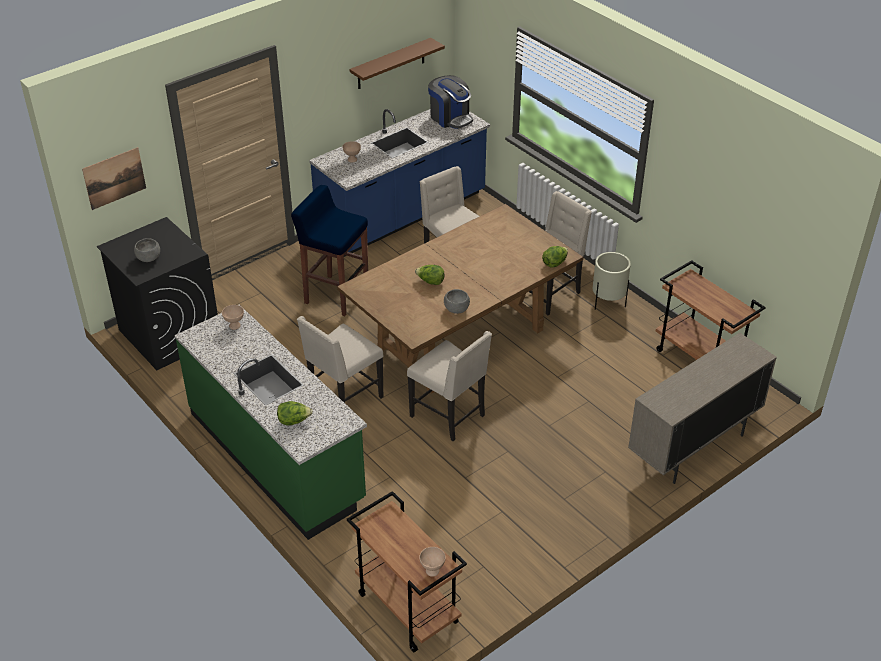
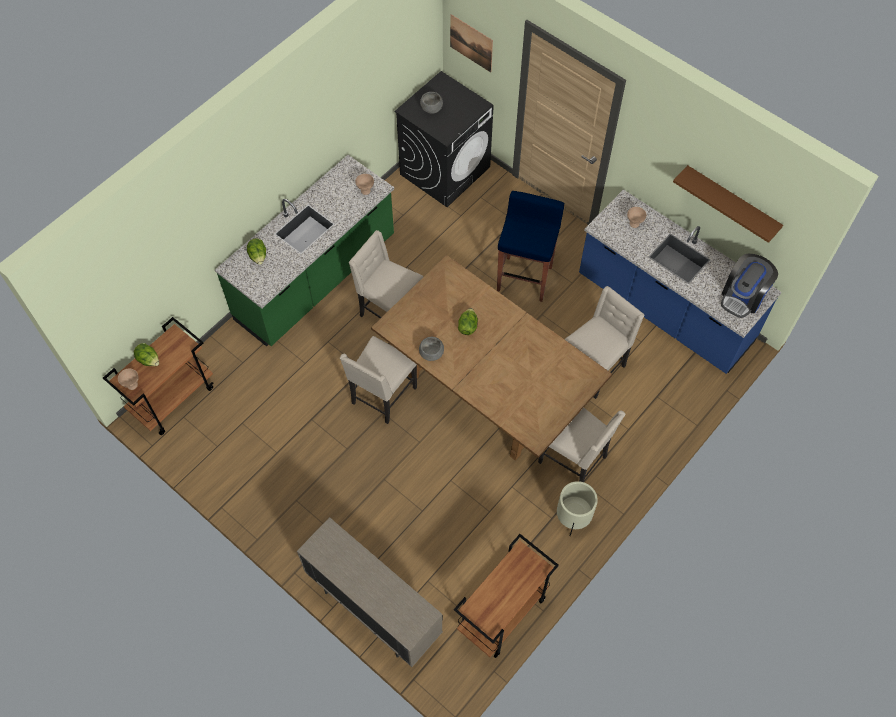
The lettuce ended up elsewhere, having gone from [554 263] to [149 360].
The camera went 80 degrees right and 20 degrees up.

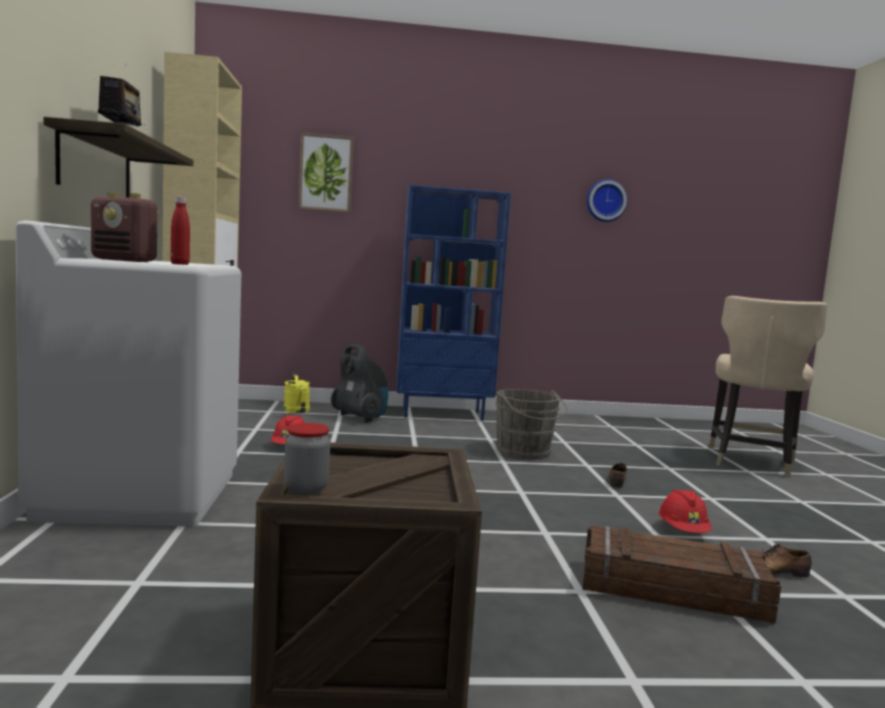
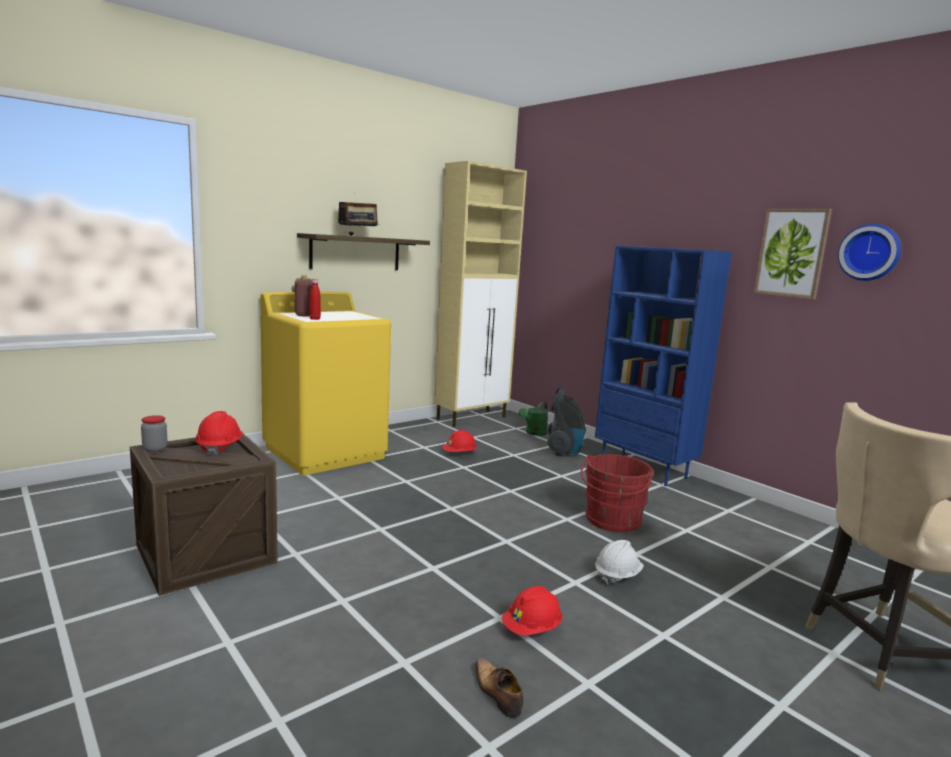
The second view lost the crate at [671 589].
The second view gained the red hard hat at [219 448].
The picture ended up elsewhere, having gone from [326 173] to [791 253].
Where the shoe stood at [617 481], the white hard hat came to stand at [617 575].
What was the white washing machine at [141 495] turned into the yellow washing machine at [325 452].
What was the yellow watering can at [297 411] turned into the green watering can at [534 433].
What was the grey bucket at [525 452] turned into the red bucket at [612 521].
The camera went 55 degrees right and 5 degrees up.

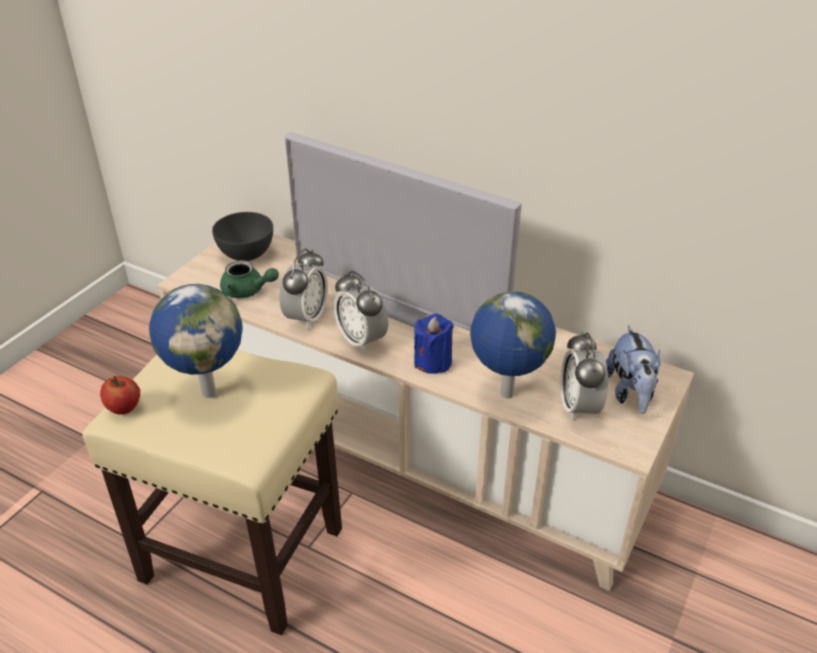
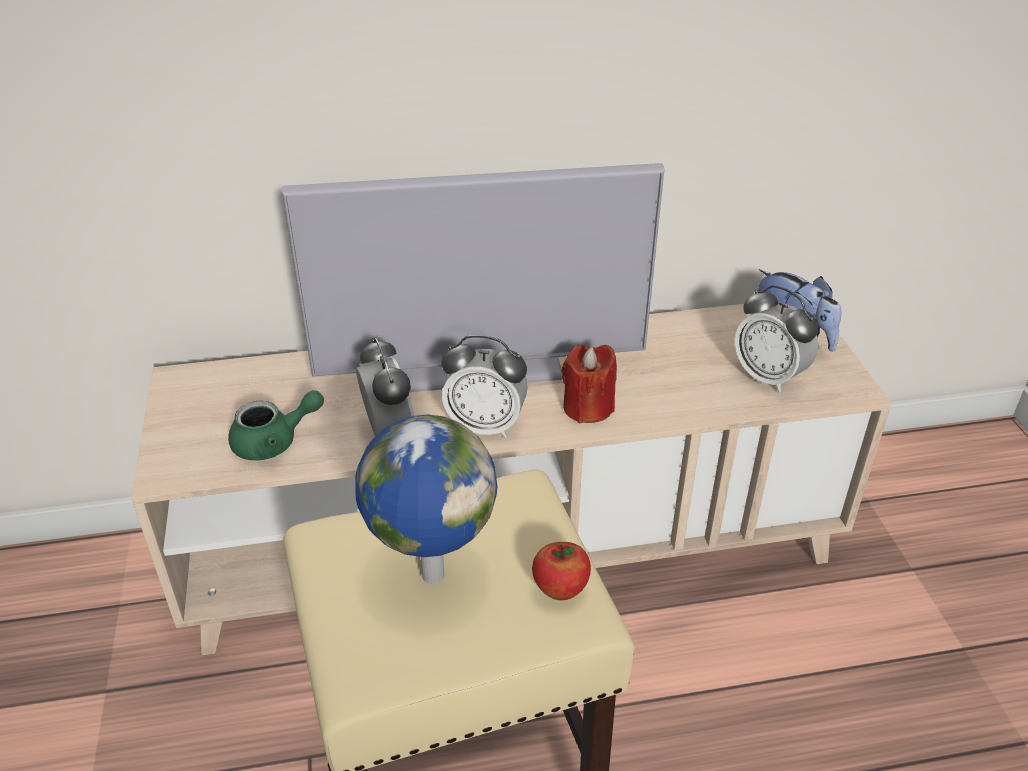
The second view lost the grey bowl at [246 254].
The second view lost the globe at [505 394].
The apple ended up elsewhere, having gone from [124 408] to [560 589].
What was the blue candle at [433 362] turned into the red candle at [588 407].
The camera went 40 degrees left and 0 degrees up.

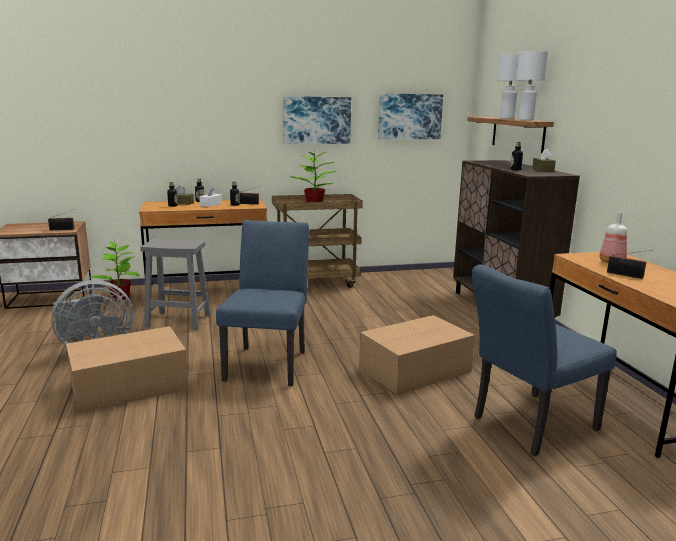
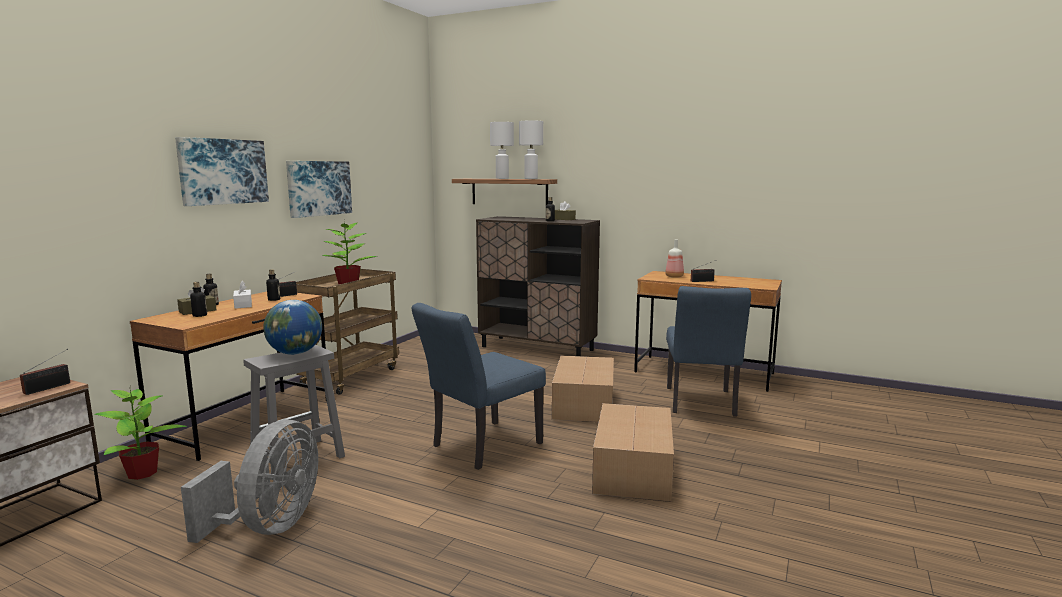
The second view gained the globe at [295 353].
The cardboard box ended up elsewhere, having gone from [131 385] to [634 468].
The picture ended up elsewhere, having gone from [409 116] to [223 171].
The blue chair at [268 362] ended up facing another way, 90 degrees counterclockwise from before.
The camera went 50 degrees left and 5 degrees down.

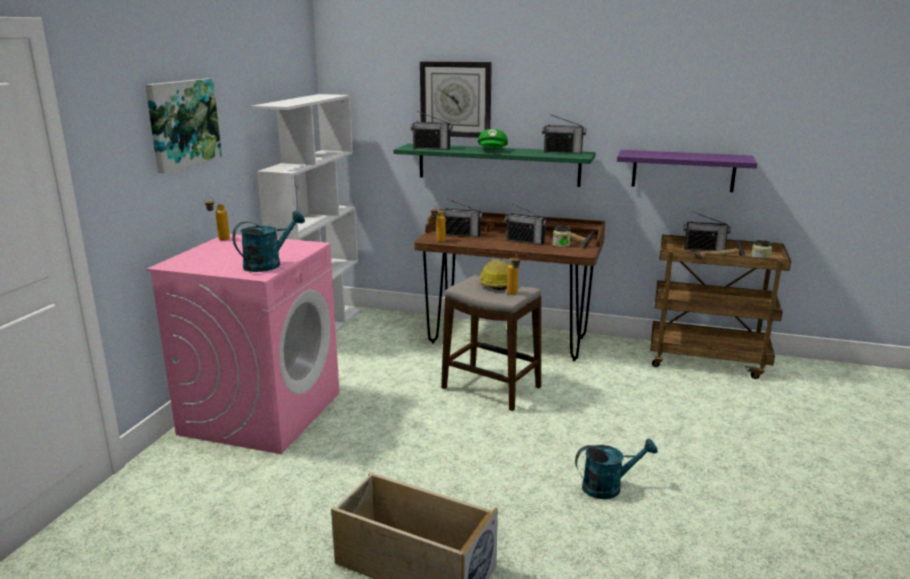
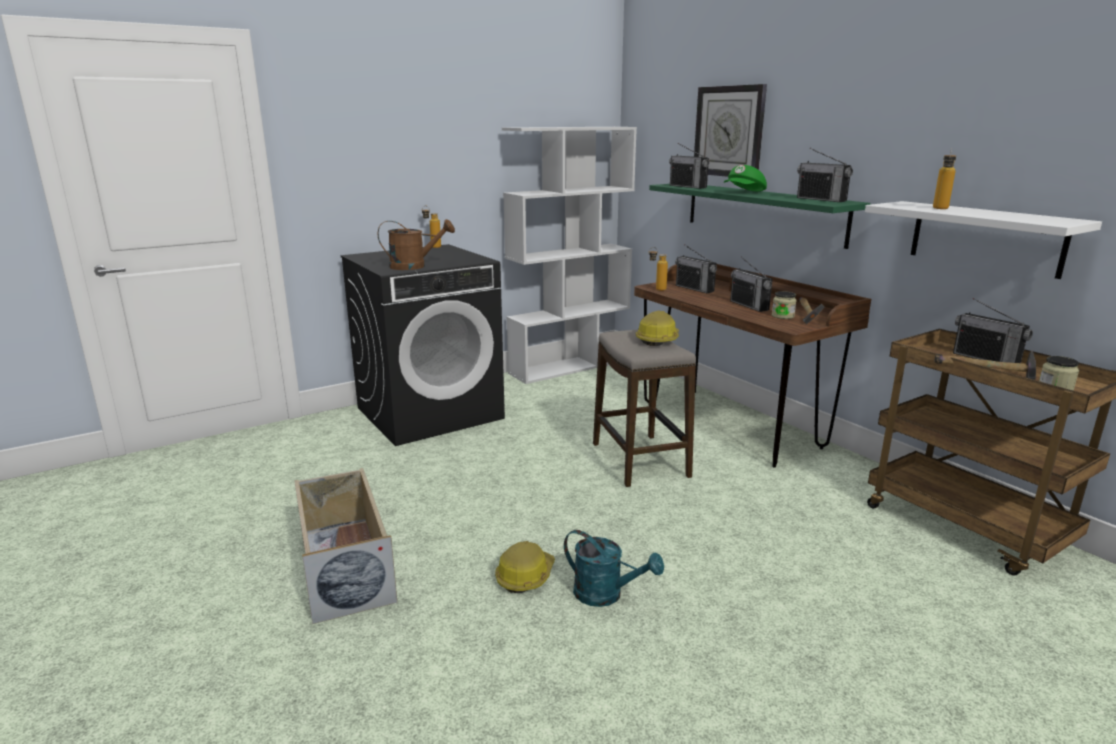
The second view lost the picture at [183 123].
The second view gained the hard hat at [525 576].
The bottle ended up elsewhere, having gone from [513 294] to [940 209].
What was the pink washing machine at [262 412] turned into the black washing machine at [430 413].
What was the turquoise watering can at [268 264] turned into the brown watering can at [414 266].
What was the purple shelf at [683 170] turned into the white shelf at [985 238].
The camera went 40 degrees right and 0 degrees up.

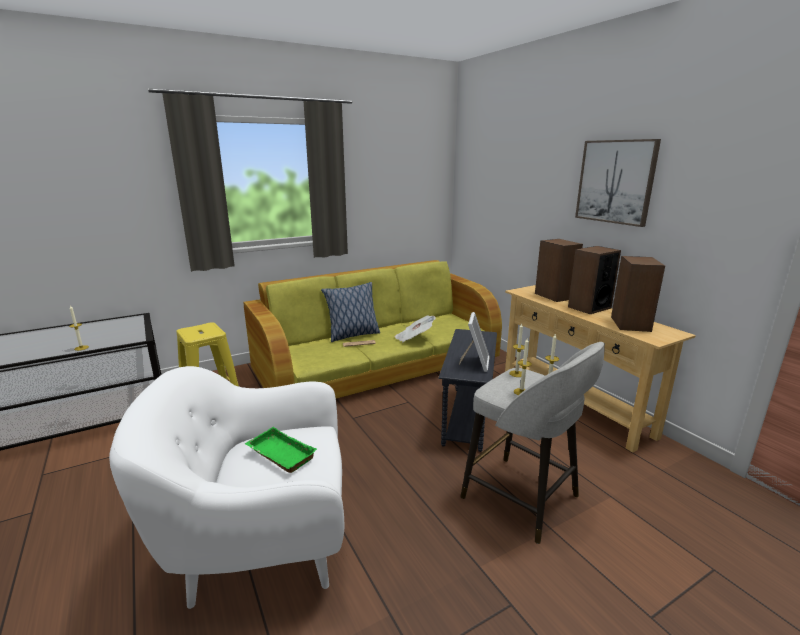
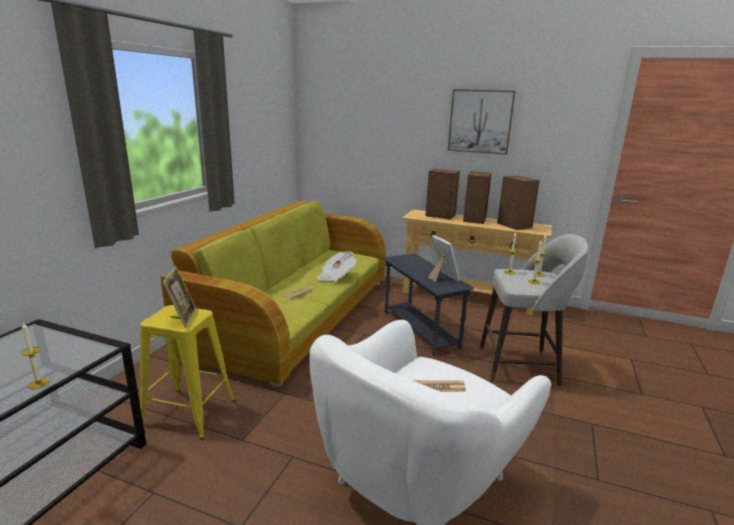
The second view lost the pillow at [352 335].
The second view gained the picture frame at [182 317].
Where the green tray stood at [279 455], the newspaper came to stand at [437 387].
The camera went 40 degrees left and 0 degrees up.

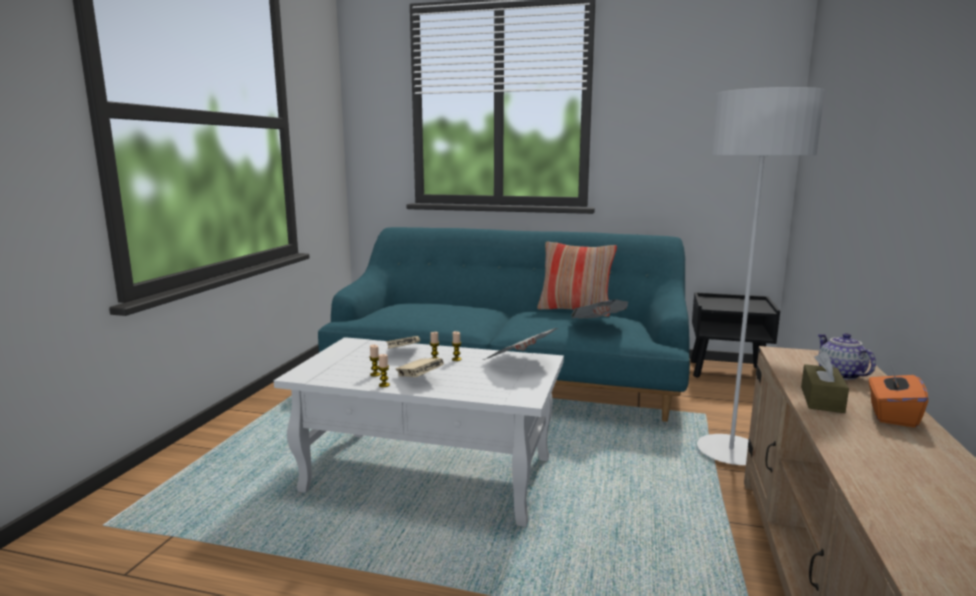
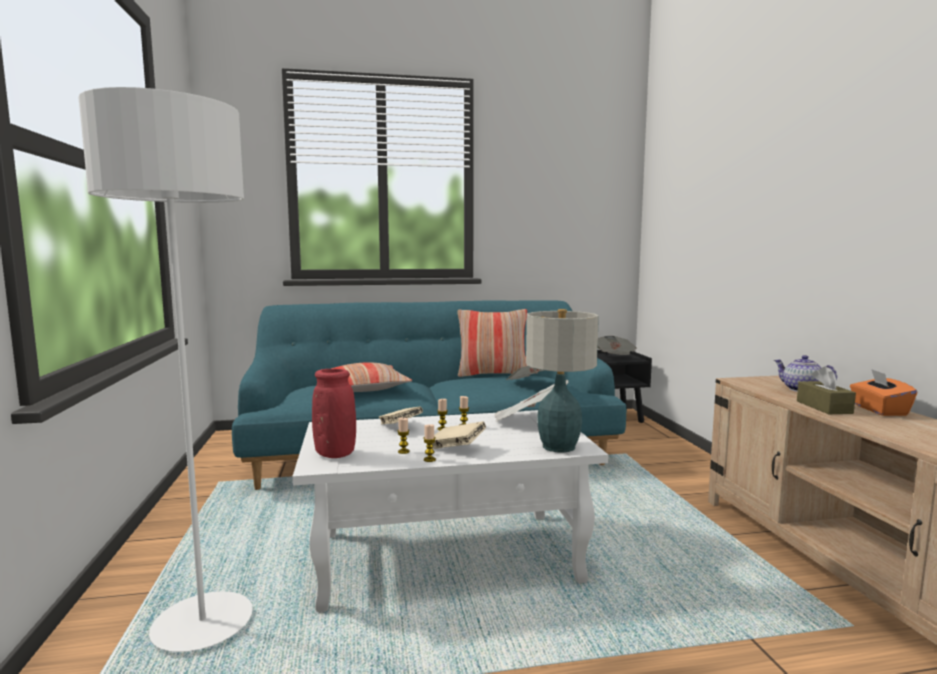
The second view gained the red vase at [335 454].
The second view gained the pillow at [363 388].
The second view gained the table lamp at [559 447].
The second view gained the newspaper at [614 358].
The white floor lamp ended up elsewhere, having gone from [730 452] to [203 625].
The camera went 25 degrees left and 5 degrees down.

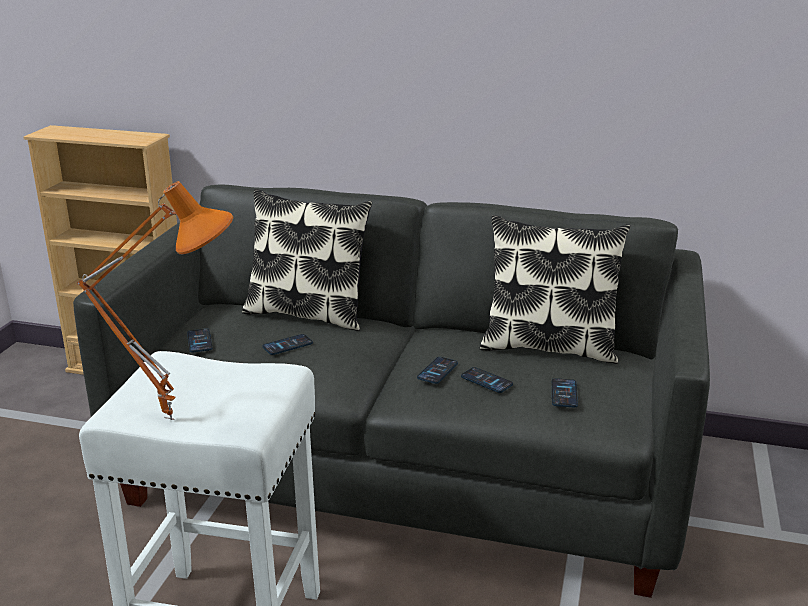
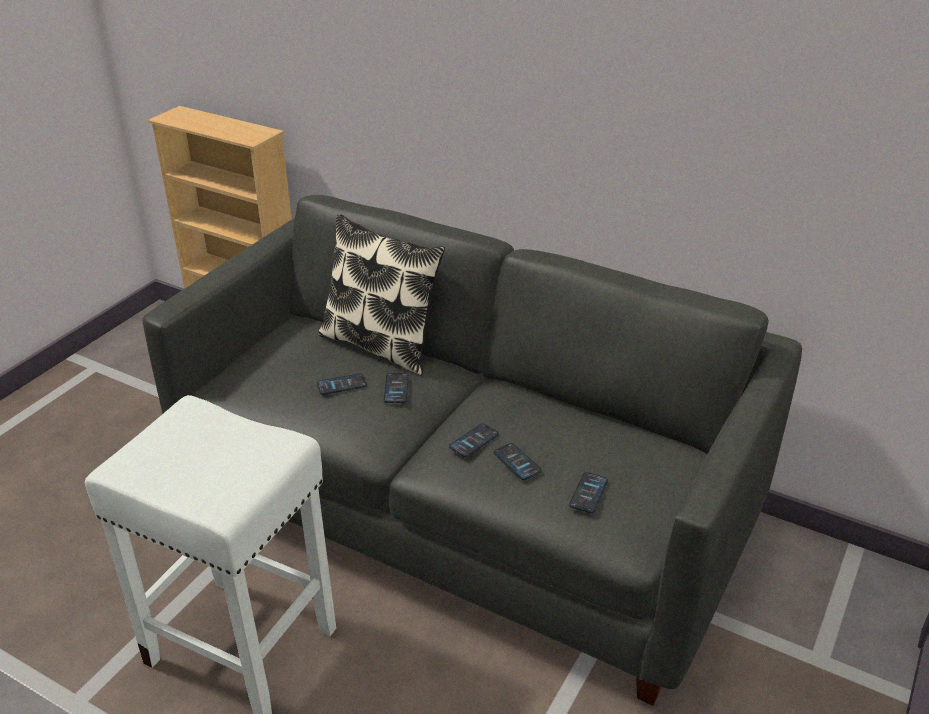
The second view lost the orange table lamp at [172 416].
The second view lost the pillow at [549 346].
The phone ended up elsewhere, having gone from [199 341] to [396 389].
The camera went 15 degrees right and 10 degrees up.

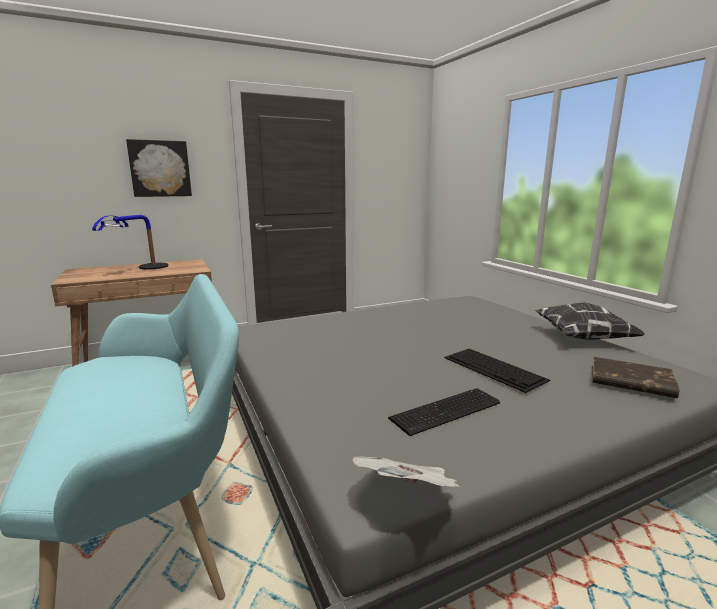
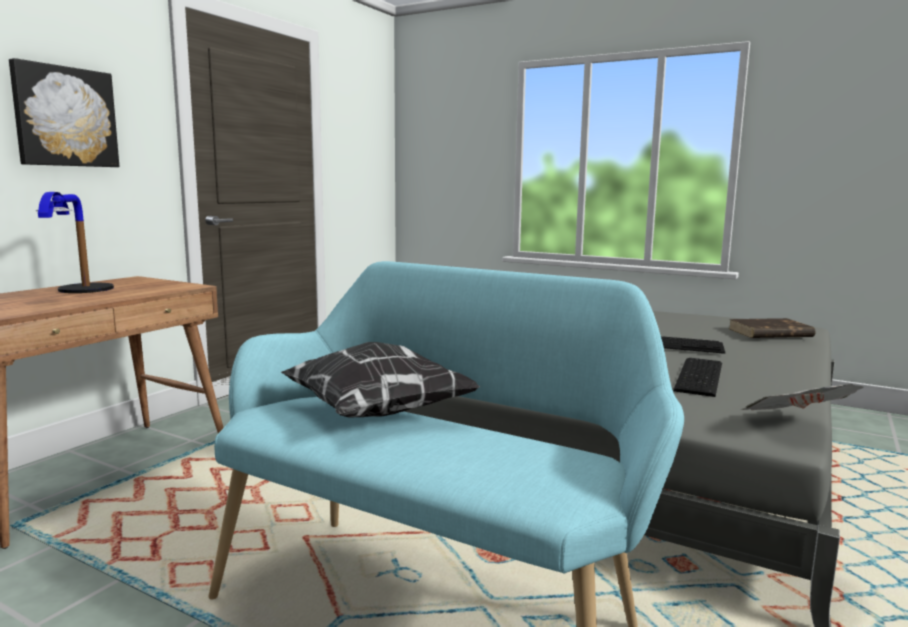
The pillow ended up elsewhere, having gone from [583 338] to [379 412].
The camera went 35 degrees left and 5 degrees down.

